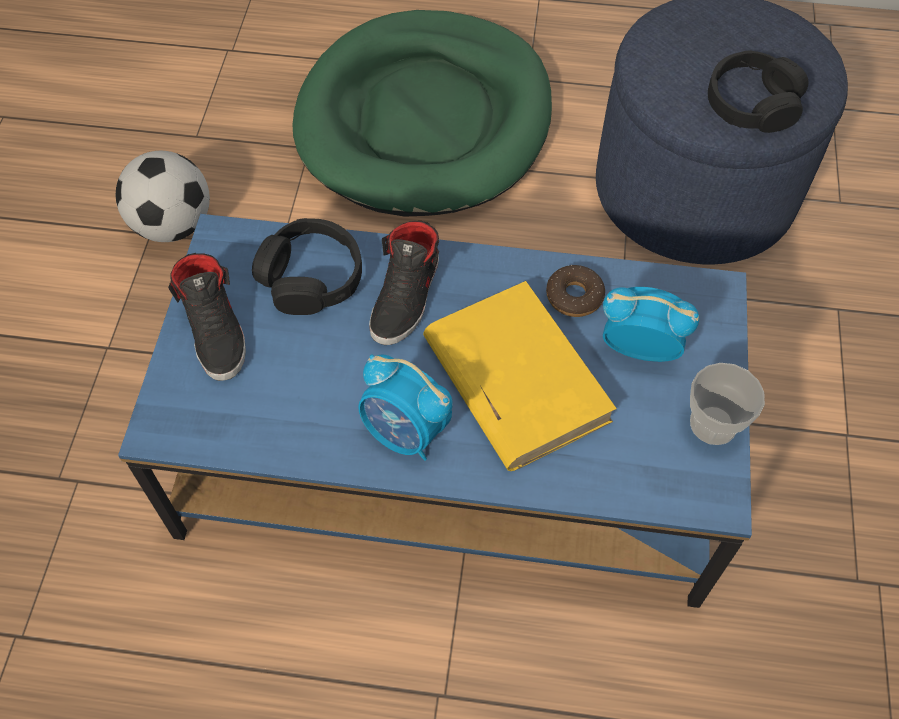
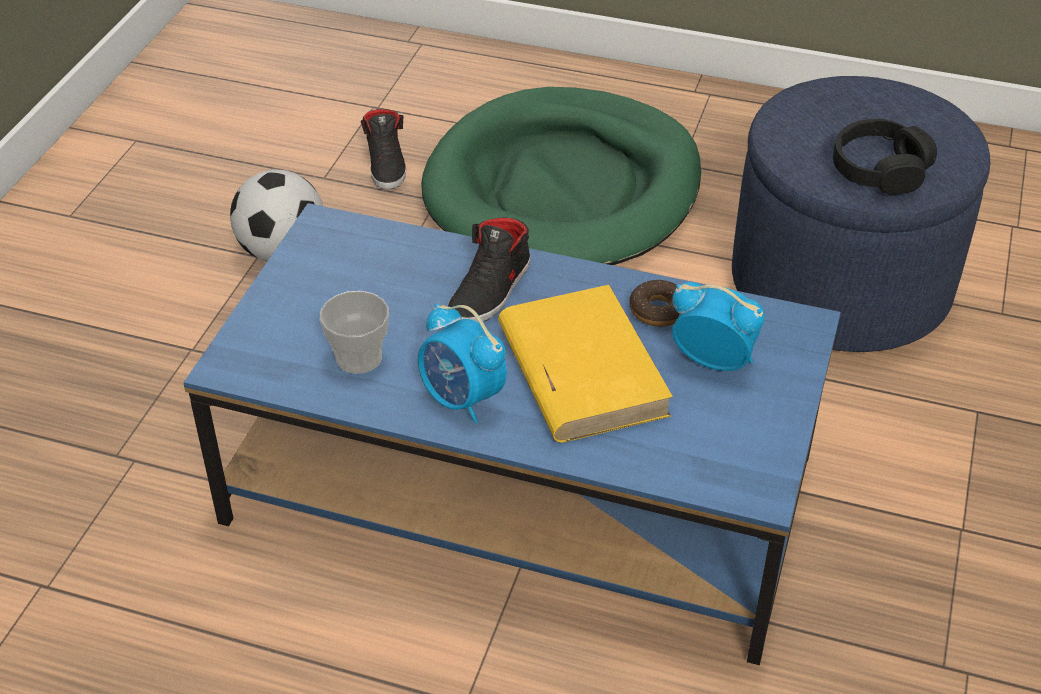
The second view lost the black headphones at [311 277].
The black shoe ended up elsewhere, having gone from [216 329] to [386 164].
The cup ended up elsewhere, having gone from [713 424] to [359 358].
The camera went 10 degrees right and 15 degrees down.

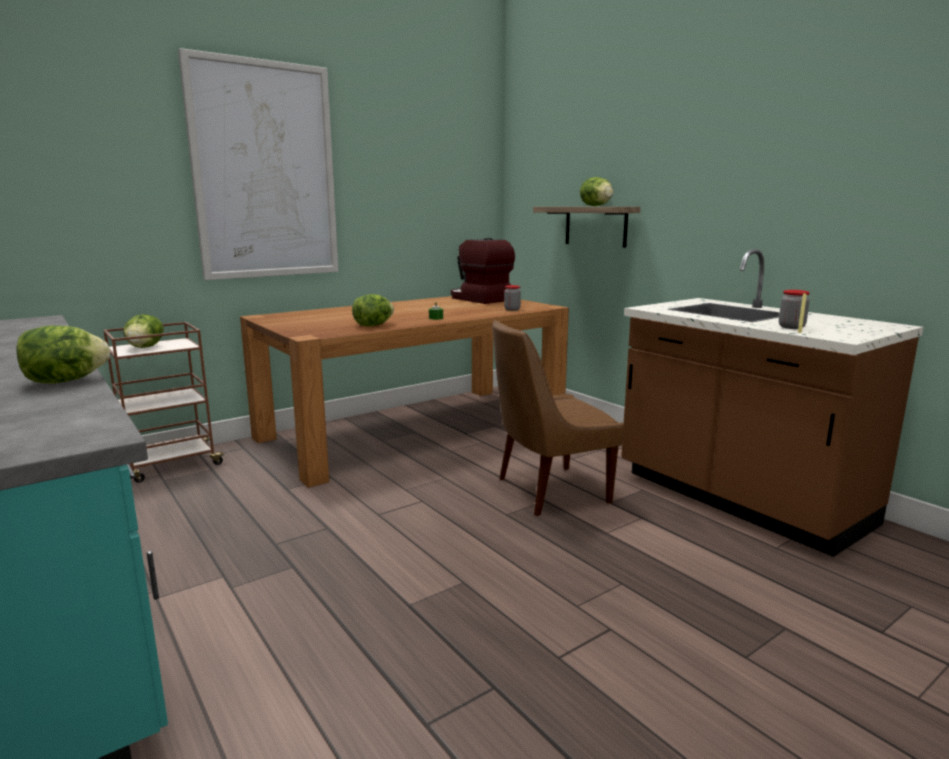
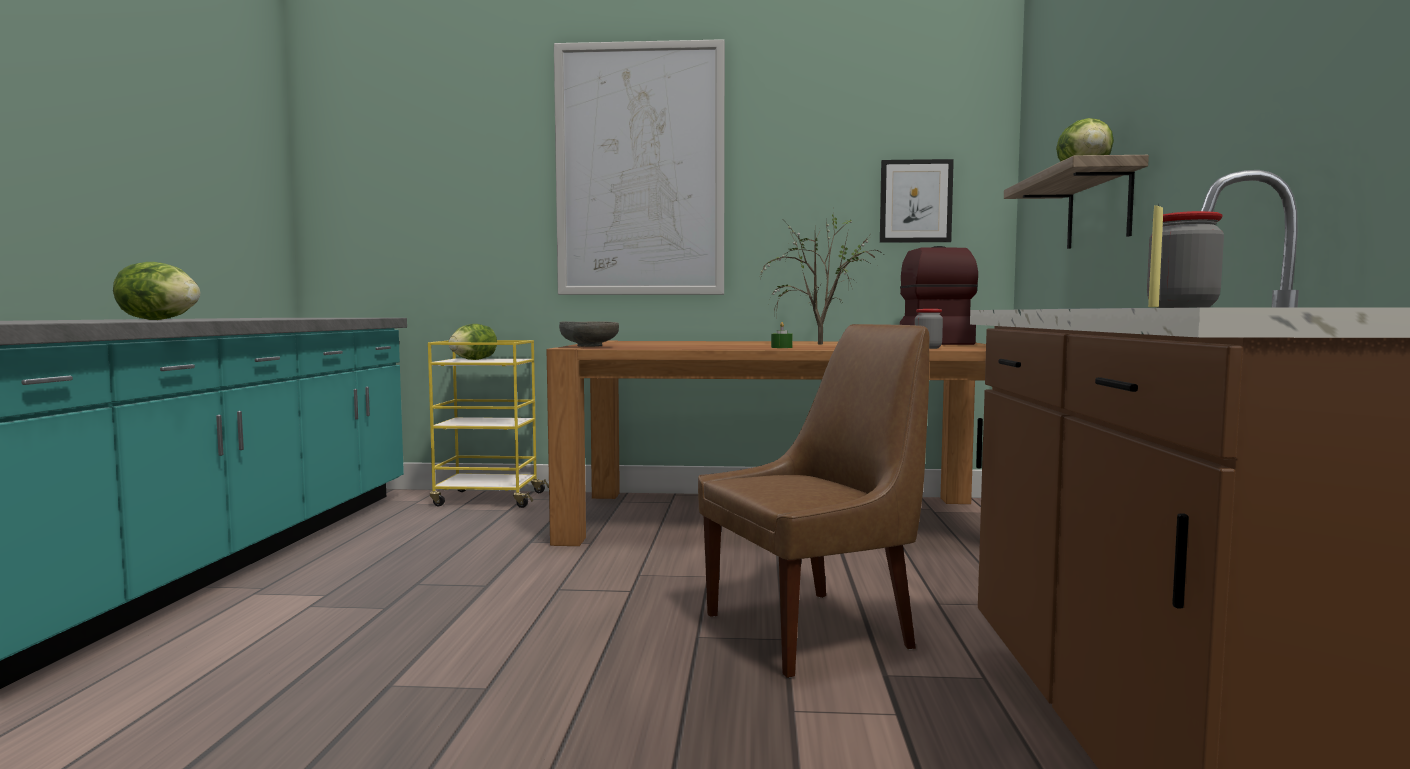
The second view lost the lettuce at [373 325].
The second view gained the grey bowl at [589 346].
The second view gained the potted plant at [818 344].
The second view gained the picture at [915 201].
What was the brown cart at [171 465] turned into the yellow cart at [487 499].
The brown chair at [548 491] ended up facing another way, 135 degrees clockwise from before.
The camera went 40 degrees right and 10 degrees down.

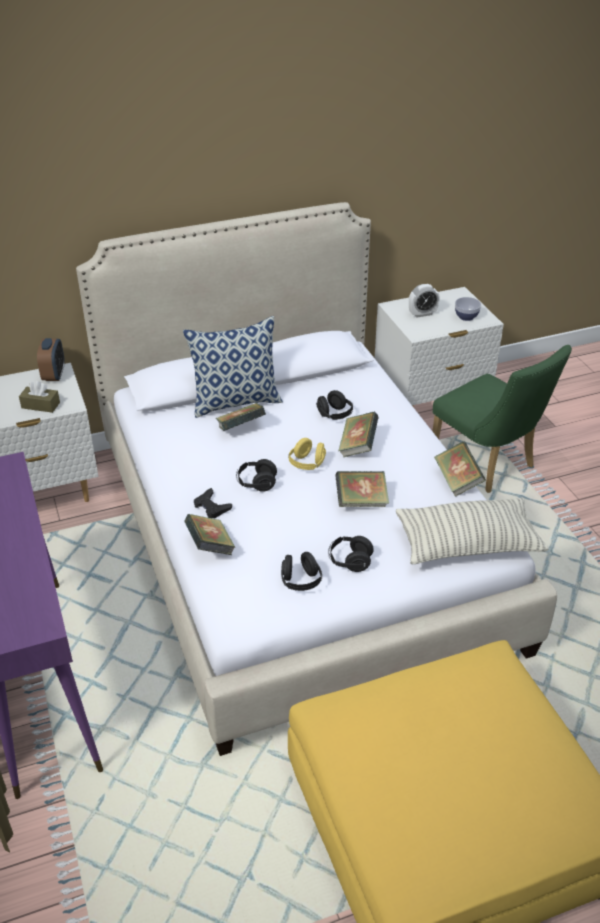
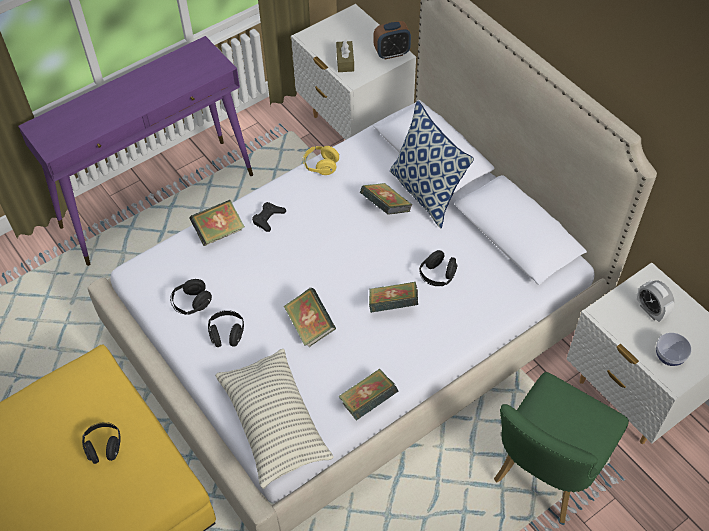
The black headphones ended up elsewhere, having gone from [256 483] to [104 447].
The yellow headphones ended up elsewhere, having gone from [307 464] to [321 166].
The camera went 75 degrees right and 15 degrees up.

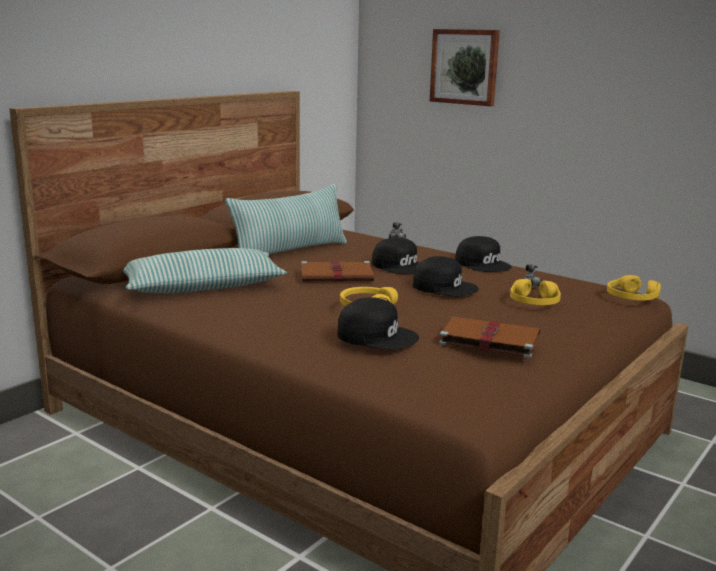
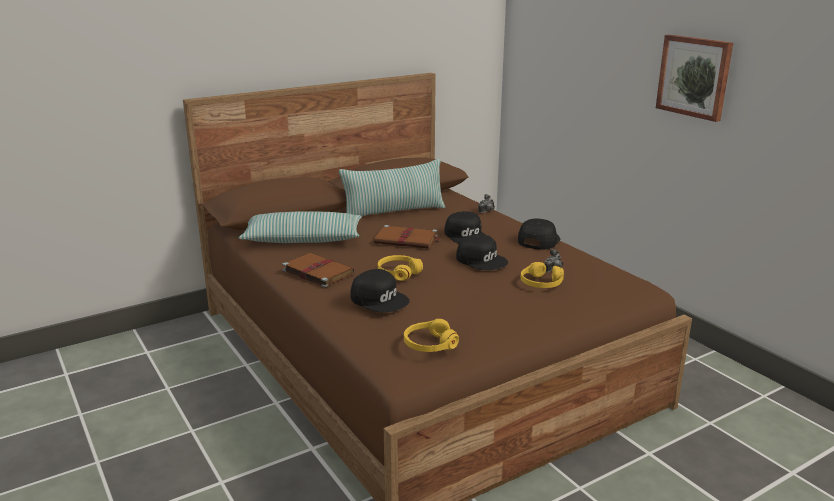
The picture ended up elsewhere, having gone from [465 67] to [694 76].
The brown book ended up elsewhere, having gone from [488 340] to [317 271].
The yellow headphones ended up elsewhere, having gone from [631 298] to [429 344].
The black cap at [483 264] ended up facing another way, 135 degrees counterclockwise from before.
The camera went 20 degrees right and 5 degrees up.

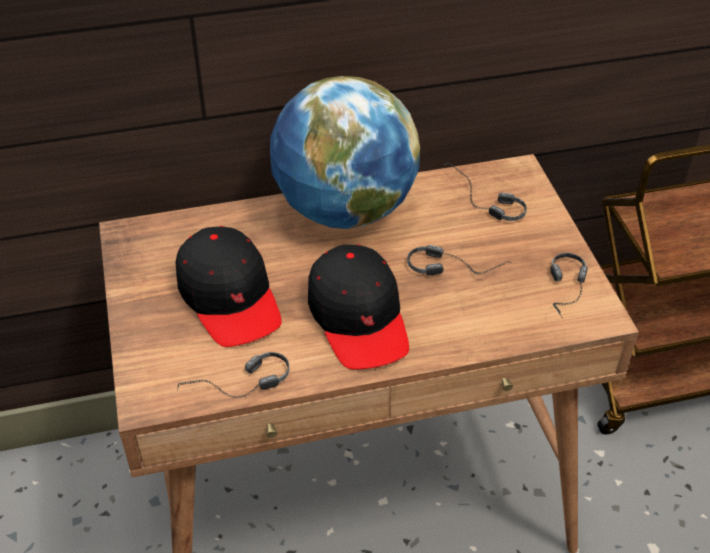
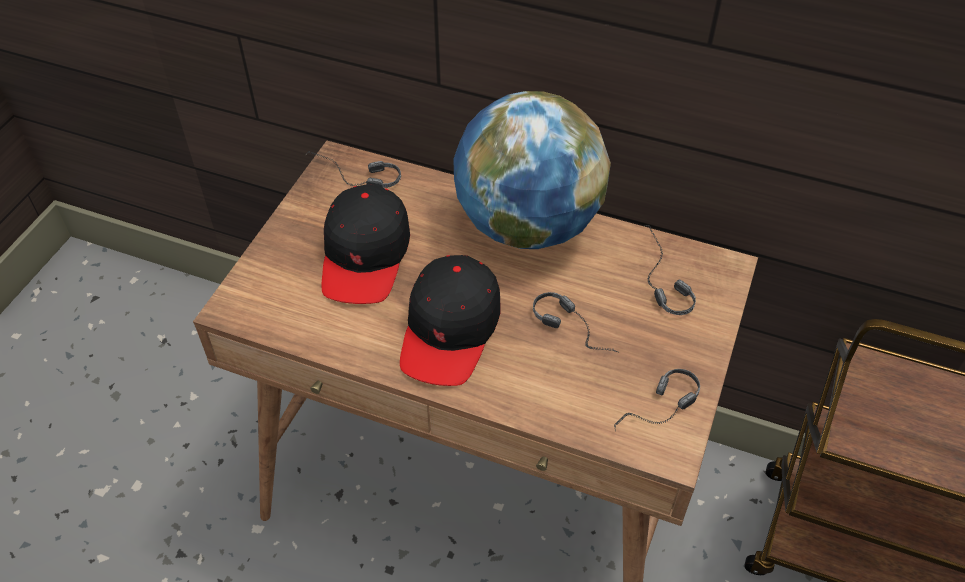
The headphones ended up elsewhere, having gone from [238 389] to [354 179].
The camera went 35 degrees right and 5 degrees up.

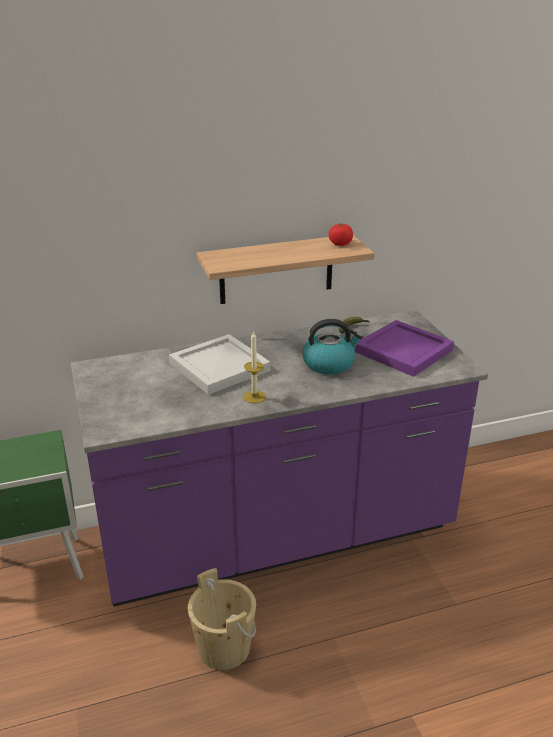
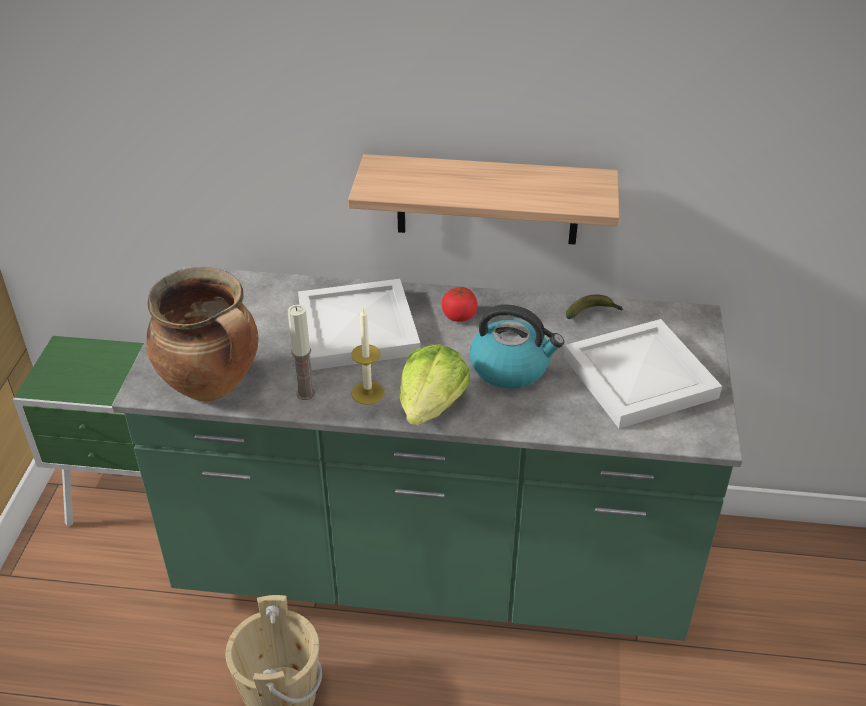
The second view gained the cooking pot at [214 385].
The second view gained the candle at [305 393].
The second view gained the lettuce at [432 405].
The tomato ended up elsewhere, having gone from [340 244] to [459 316].
What was the purple counter at [276 537] turned into the green counter at [433 566].
What was the purple tray at [402 351] turned into the white tray at [637 376].
The camera went 25 degrees right and 10 degrees up.

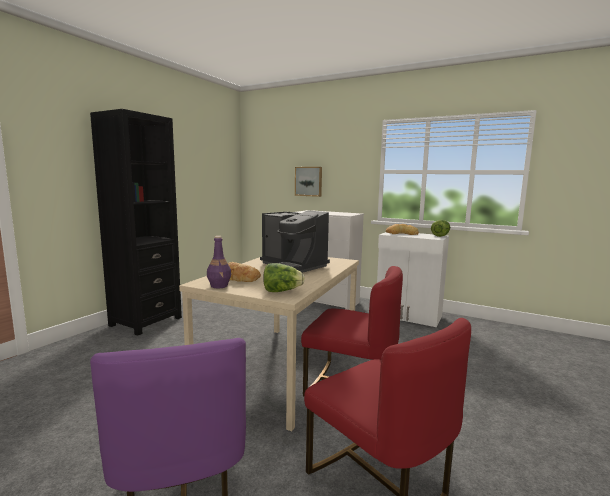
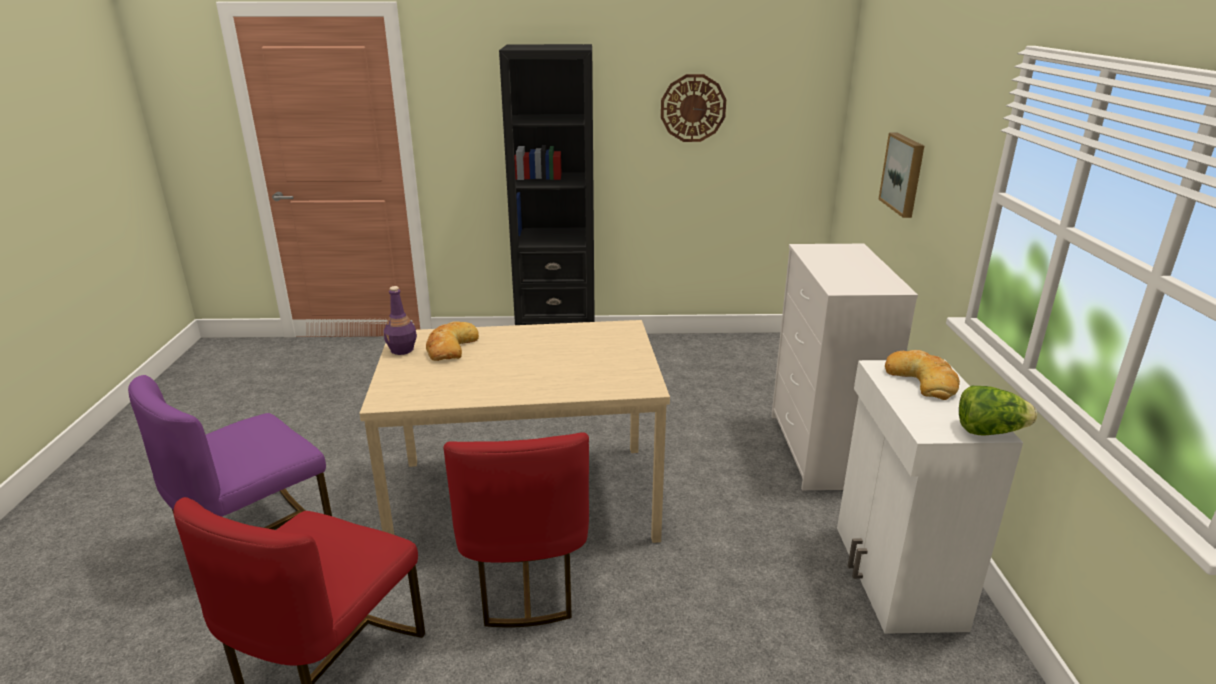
The second view lost the coffee machine at [294 266].
The second view lost the lettuce at [281 291].
The second view gained the wall clock at [693 108].
The camera went 60 degrees right and 15 degrees up.

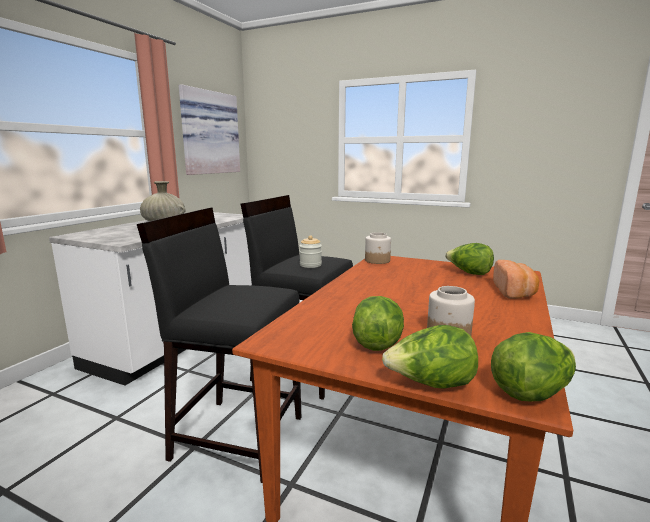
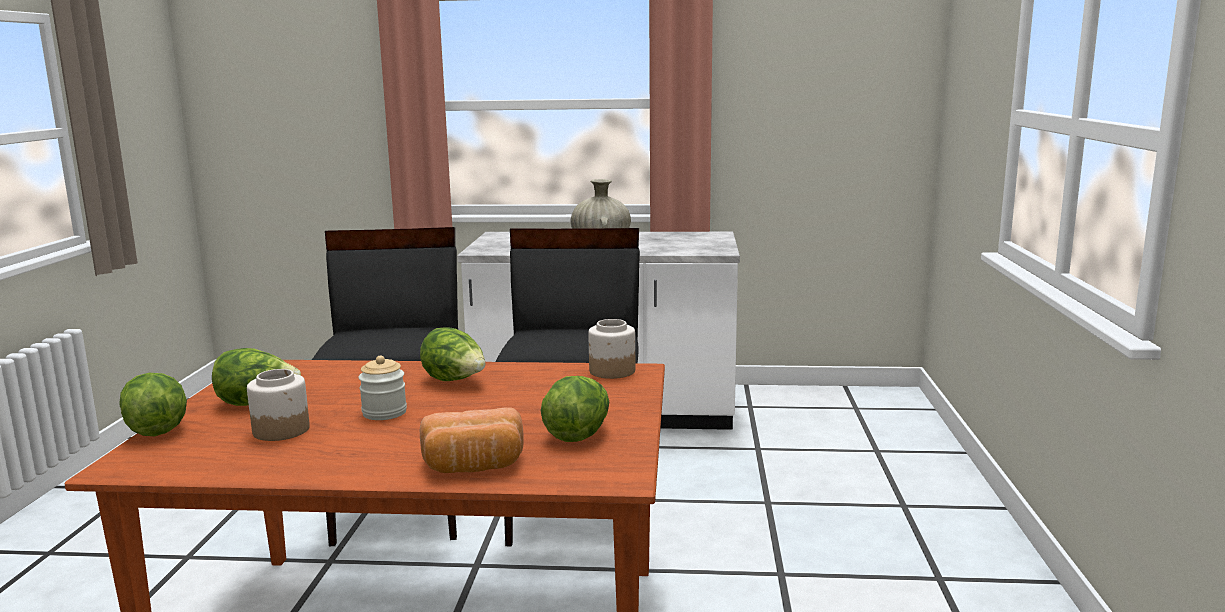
The second view lost the picture at [209 133].
The jar ended up elsewhere, having gone from [310 265] to [384 413].
The lettuce ended up elsewhere, having gone from [531 391] to [455 381].
The camera went 70 degrees right and 0 degrees up.

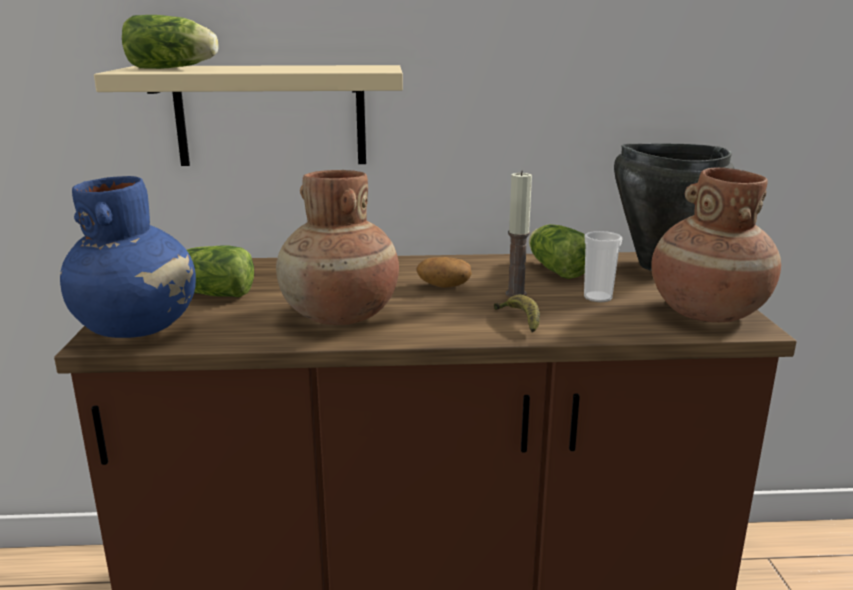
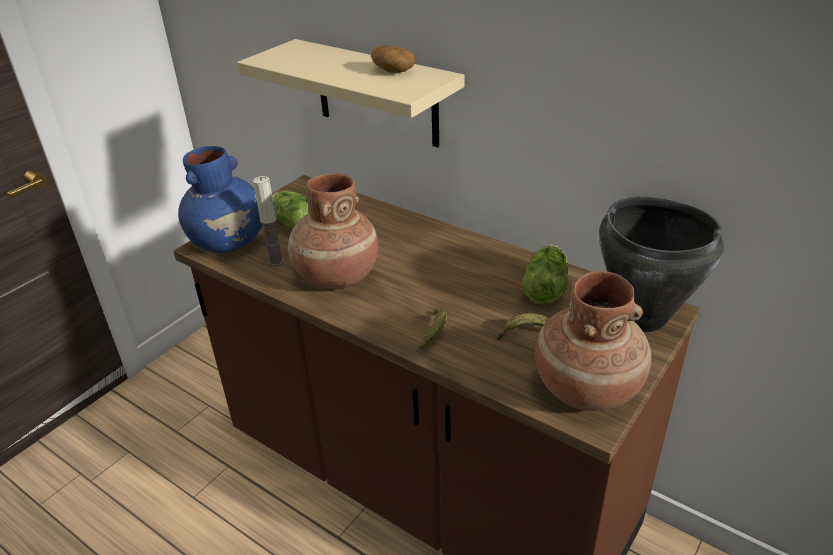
The second view lost the lettuce at [174 68].
The potato ended up elsewhere, having gone from [443 286] to [393 71].
The candle ended up elsewhere, having gone from [515 294] to [276 261].
Where the cup stood at [598 297], the banana came to stand at [527 333].
The camera went 40 degrees right and 15 degrees up.

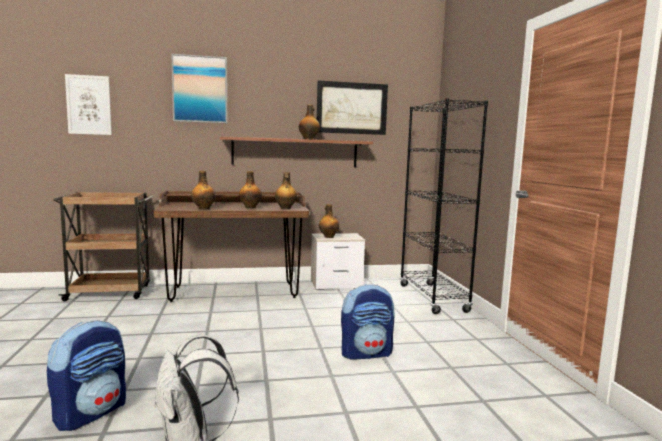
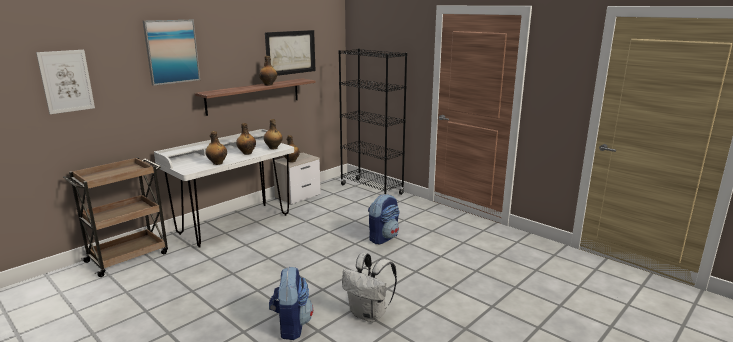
What was the brown desk at [234 292] turned into the white desk at [234 224].
The camera went 35 degrees left and 10 degrees up.

